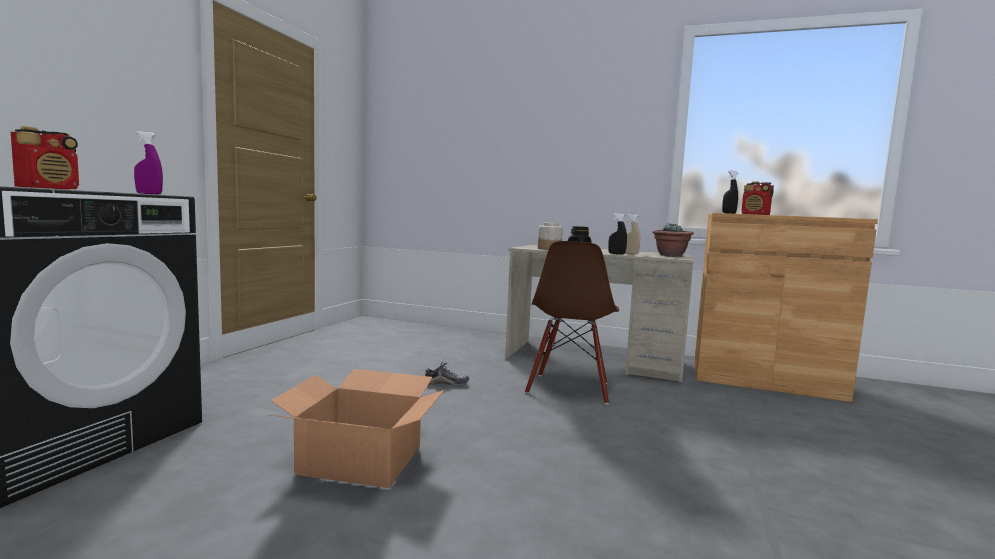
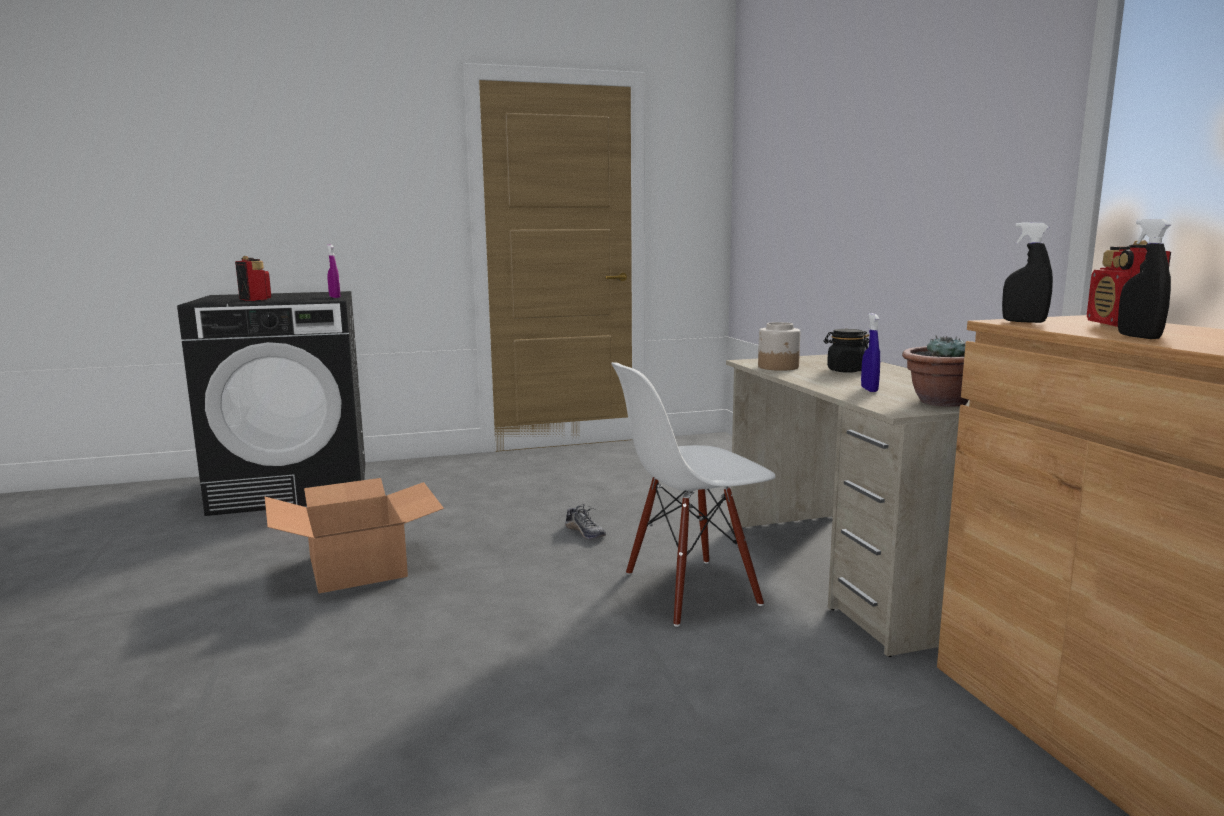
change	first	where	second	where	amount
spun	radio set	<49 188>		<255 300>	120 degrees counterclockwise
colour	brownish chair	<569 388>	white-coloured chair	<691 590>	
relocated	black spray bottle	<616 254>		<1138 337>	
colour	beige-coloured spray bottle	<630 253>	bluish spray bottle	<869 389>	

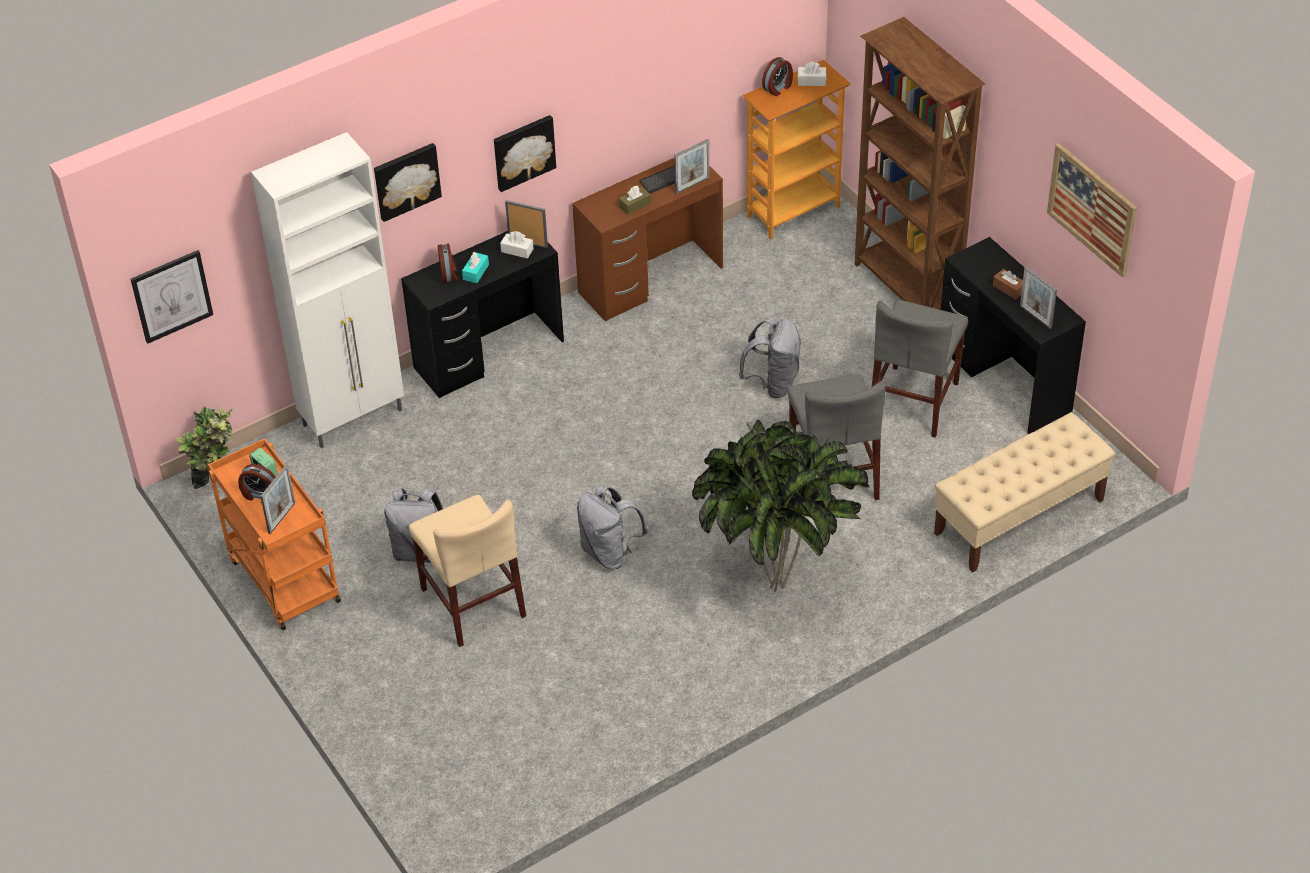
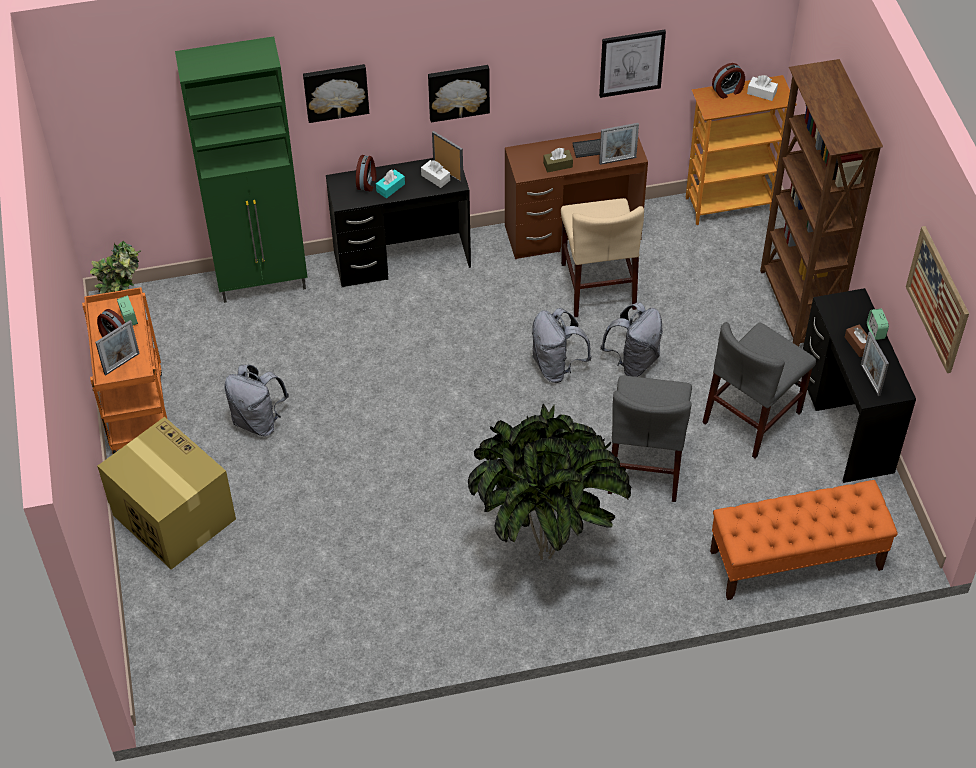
change	first	where	second	where	amount
relocated	wall art	<171 296>		<631 63>	
colour	white-coloured storage cabinet	<354 417>	greenish storage cabinet	<264 283>	
relocated	beige-coloured chair	<472 602>		<598 286>	
relocated	gray backpack	<609 552>		<557 367>	
colour	beige-coloured indoor bench	<1018 517>	orange-coloured indoor bench	<795 560>	
appeared			packing box	<172 516>	
appeared			bedside clock	<875 331>	

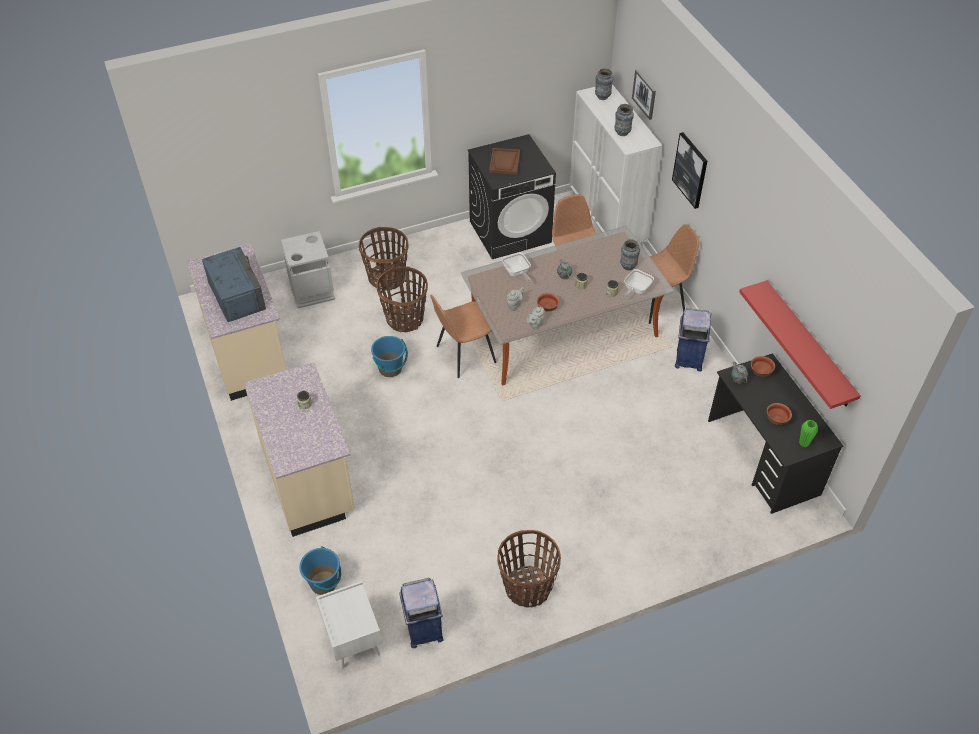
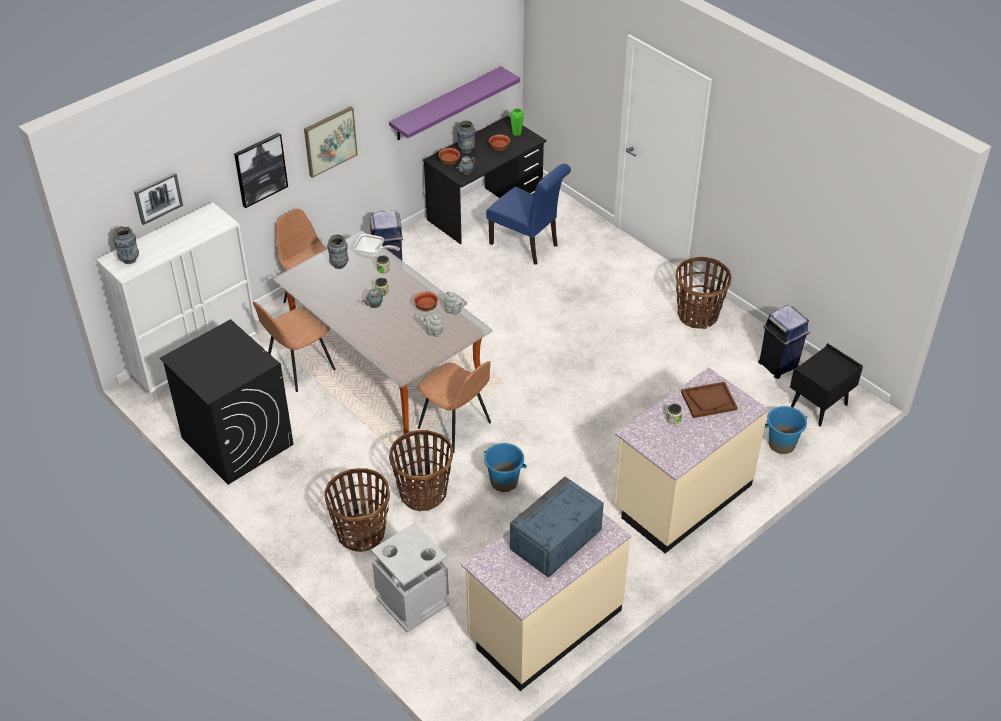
change	first	where	second	where	amount
colour	white-coloured bedside table	<352 641>	black bedside table	<819 406>	
relocated	brownish carrying tray	<504 162>		<708 401>	
missing	frying pan	<517 273>			
relocated	decorative vase	<622 133>		<466 150>	
colour	reddish bracket shelf	<808 344>	purplish bracket shelf	<446 104>	
appeared			wall art	<330 141>	
appeared			bluish chair	<527 246>	

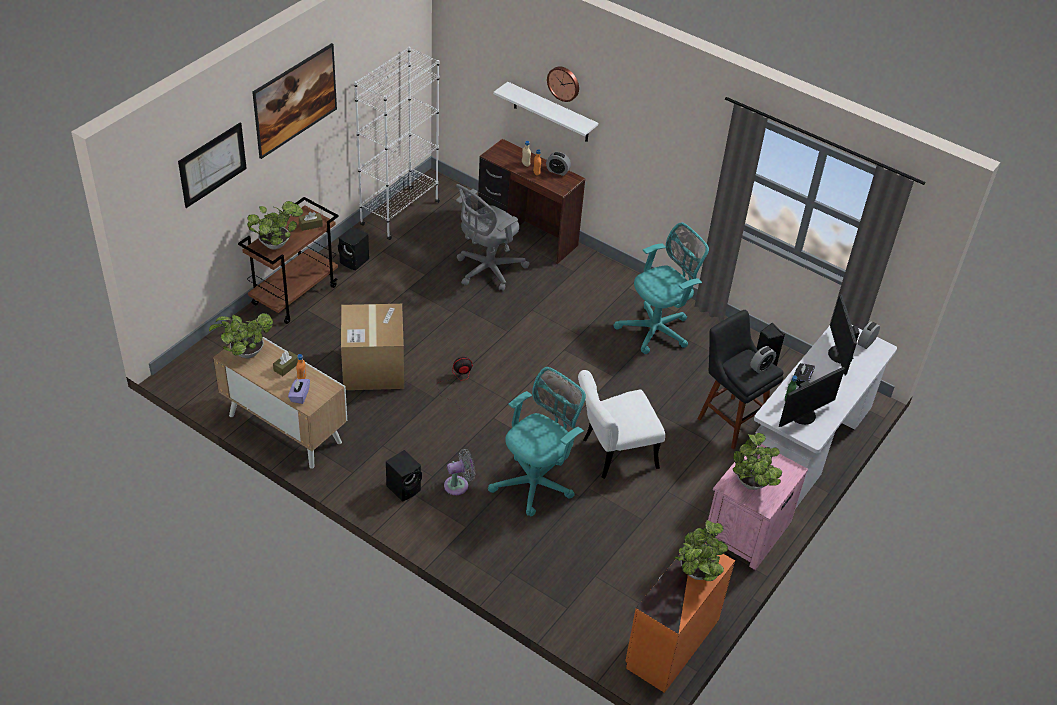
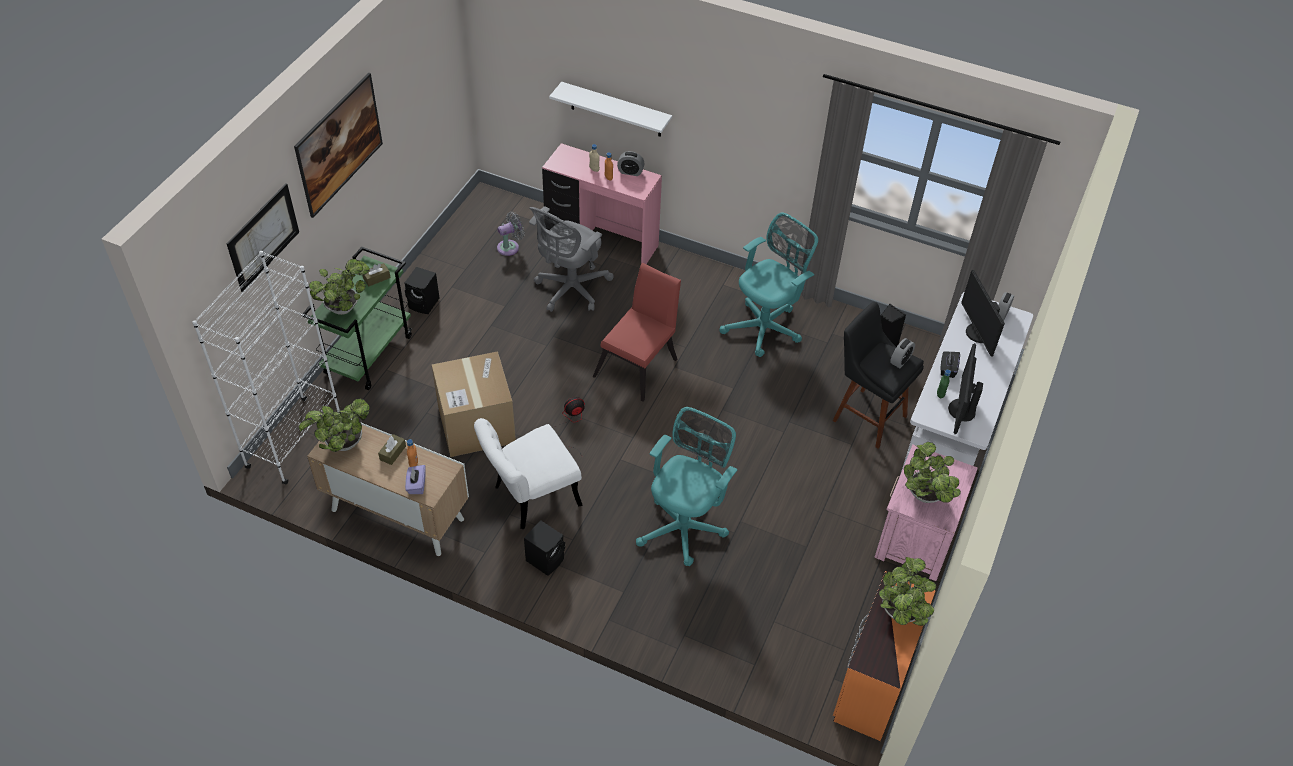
change	first	where	second	where	amount
colour	brownish cart	<295 294>	greenish cart	<368 354>	
relocated	white-coloured shelving unit	<399 213>		<294 440>	
relocated	gray electric fan	<459 485>		<510 247>	
colour	brownish desk	<527 235>	pinkish desk	<601 242>	
missing	wall clock	<564 83>			
relocated	white-coloured chair	<613 453>		<529 497>	
spun	monitor	<803 415>		<960 409>	150 degrees clockwise
appeared			reddish chair	<639 364>	

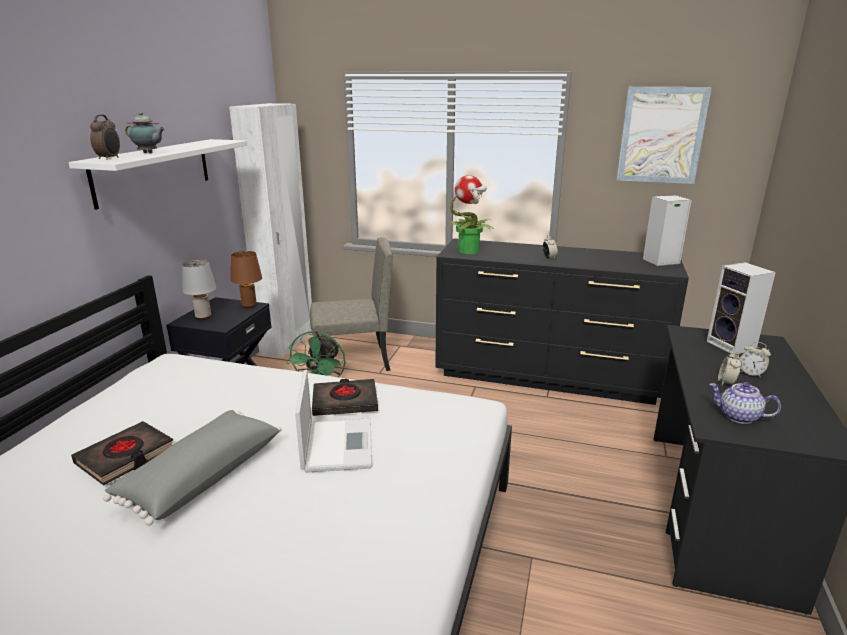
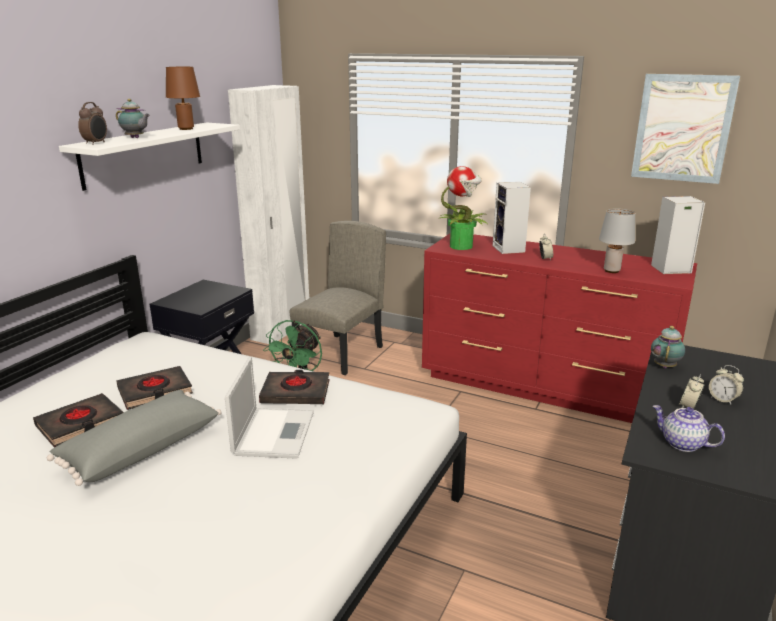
change	first	where	second	where	amount
relocated	gray tabletop lamp	<203 317>		<612 270>	
relocated	brownish tabletop lamp	<249 305>		<186 129>	
spun	beige-coloured chair	<352 361>		<341 354>	60 degrees counterclockwise
colour	black drawer chest	<548 376>	reddish drawer chest	<544 387>	
relocated	speaker	<733 346>		<509 249>	
appeared			black bound book	<155 392>	
appeared			pot for tea	<665 366>	

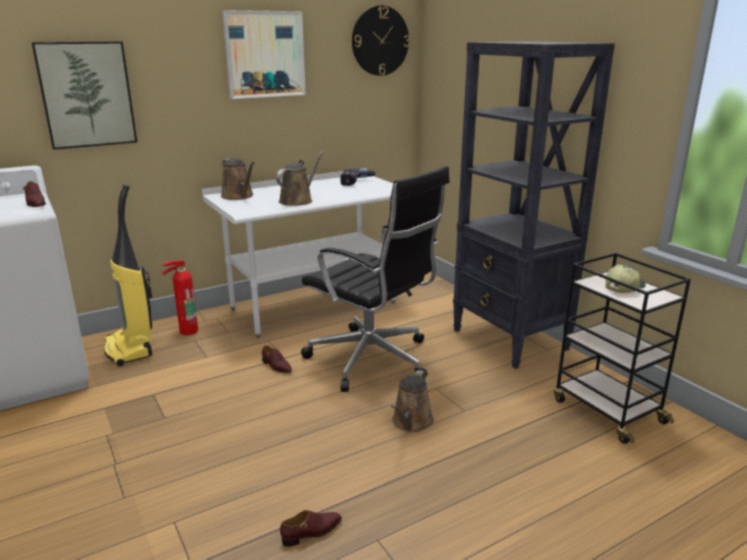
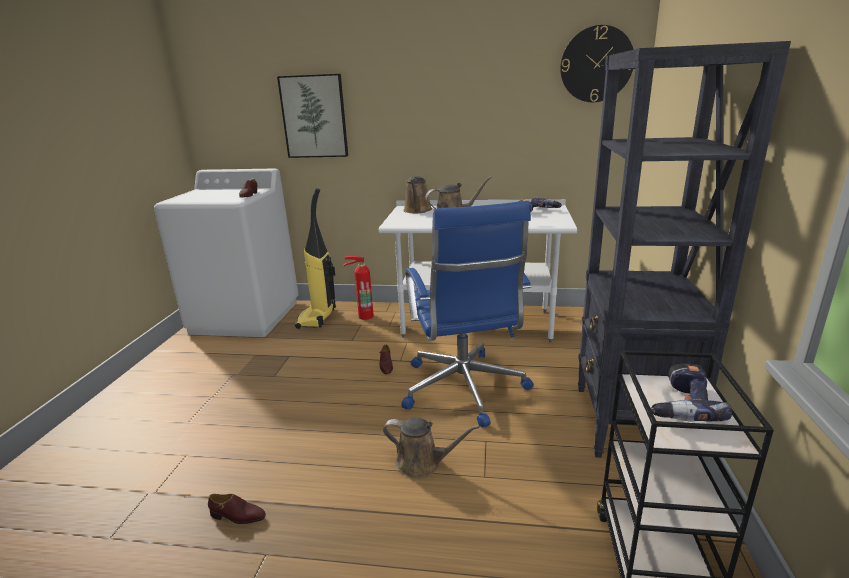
change	first	where	second	where	amount
missing	wall art	<264 54>			
colour	black office chair	<373 360>	bluish office chair	<464 390>	
spun	brownish sprinkling can	<411 422>		<422 463>	135 degrees counterclockwise
exchanged	cap	<623 287>	electric drill	<680 404>	

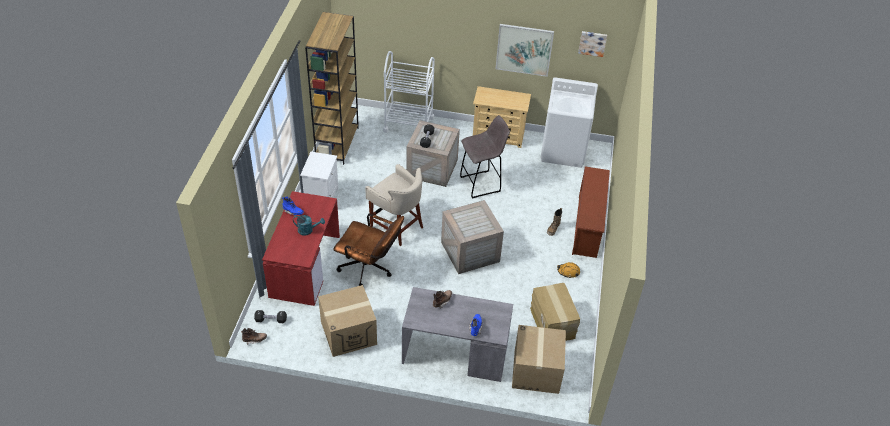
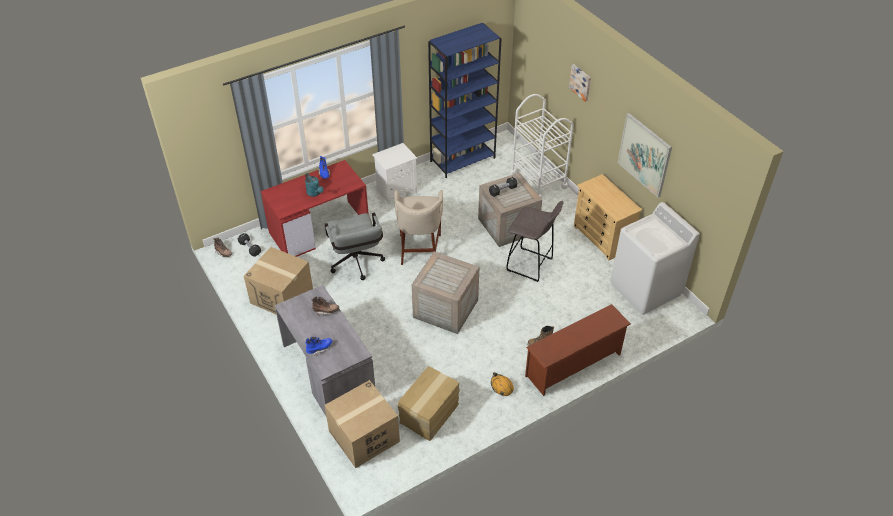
change	first	where	second	where	amount
colour	brownish shelving unit	<337 143>	bluish shelving unit	<463 159>	
colour	brownish office chair	<370 269>	gray office chair	<357 265>	
relocated	wall art	<592 43>		<581 82>	

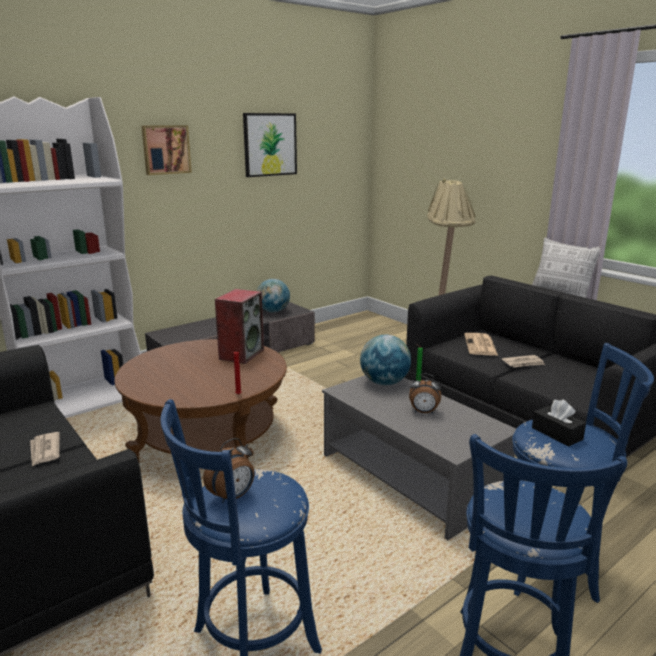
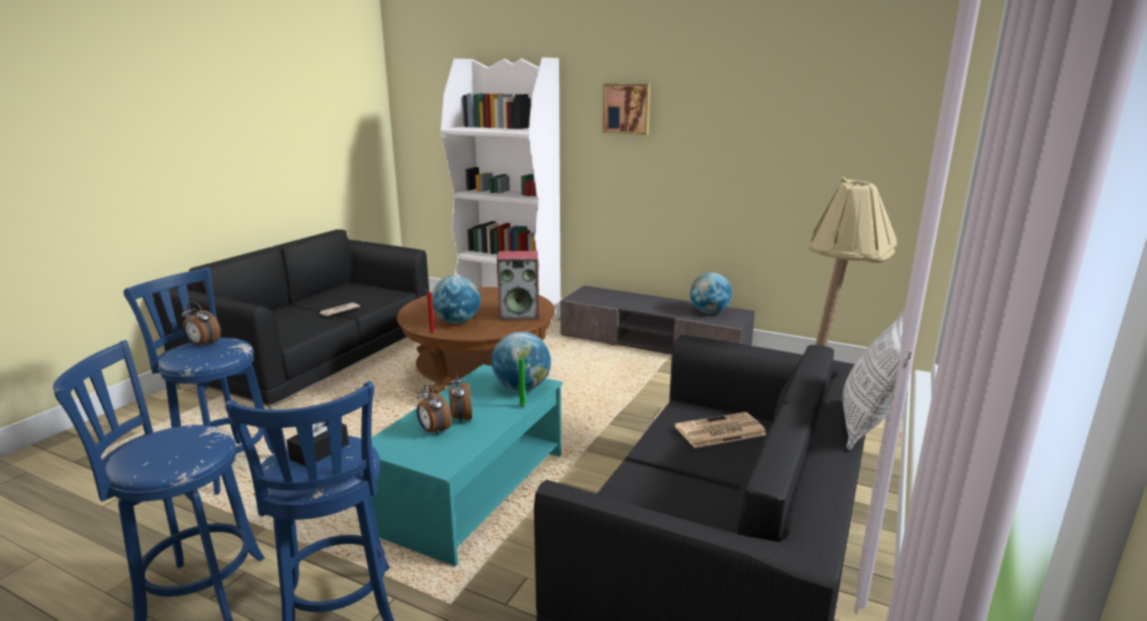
change	first	where	second	where	amount
missing	wall art	<270 144>			
colour	gray low table	<411 478>	turquoise-coloured low table	<471 492>	
missing	printed paper	<523 363>			
appeared			bedside clock	<433 431>	
appeared			world globe	<457 322>	

